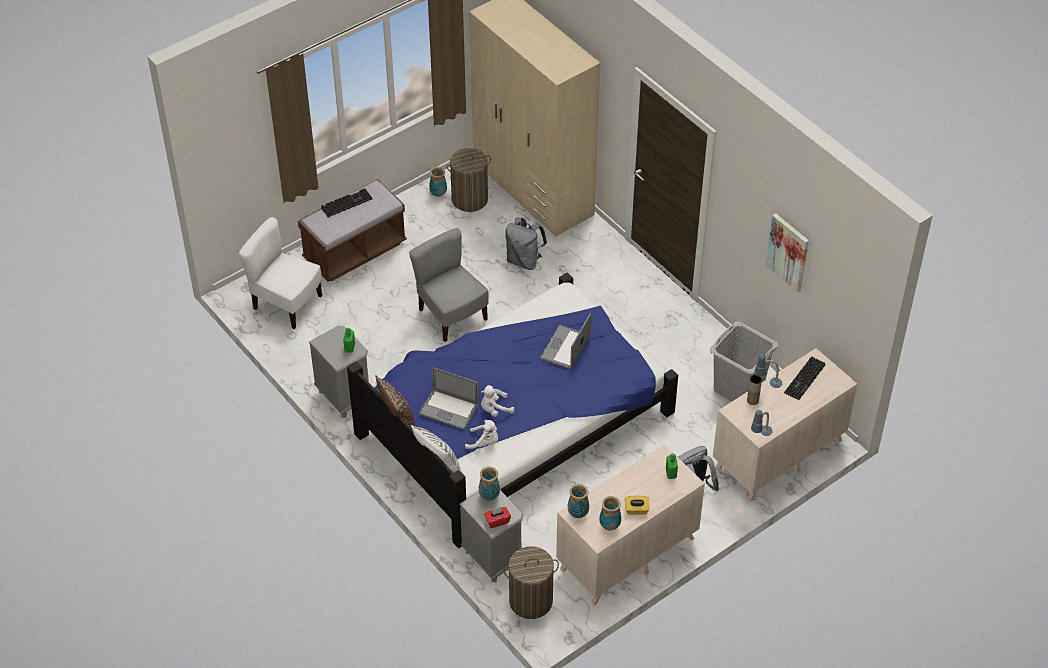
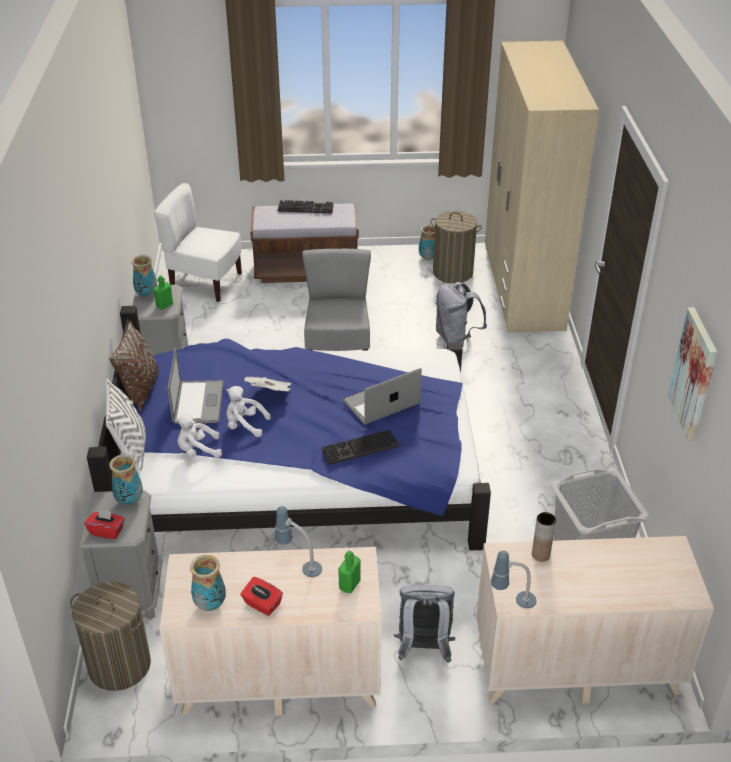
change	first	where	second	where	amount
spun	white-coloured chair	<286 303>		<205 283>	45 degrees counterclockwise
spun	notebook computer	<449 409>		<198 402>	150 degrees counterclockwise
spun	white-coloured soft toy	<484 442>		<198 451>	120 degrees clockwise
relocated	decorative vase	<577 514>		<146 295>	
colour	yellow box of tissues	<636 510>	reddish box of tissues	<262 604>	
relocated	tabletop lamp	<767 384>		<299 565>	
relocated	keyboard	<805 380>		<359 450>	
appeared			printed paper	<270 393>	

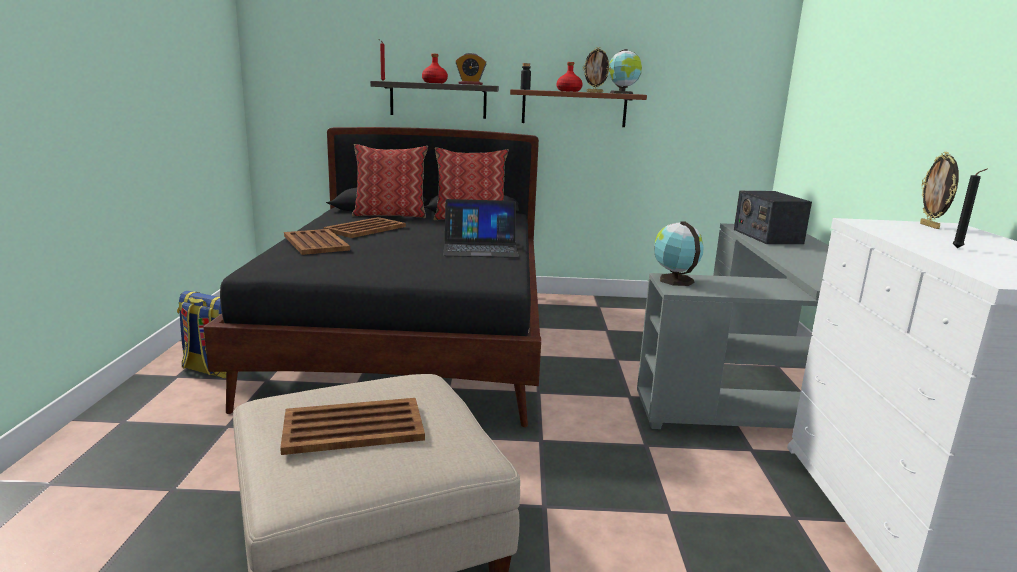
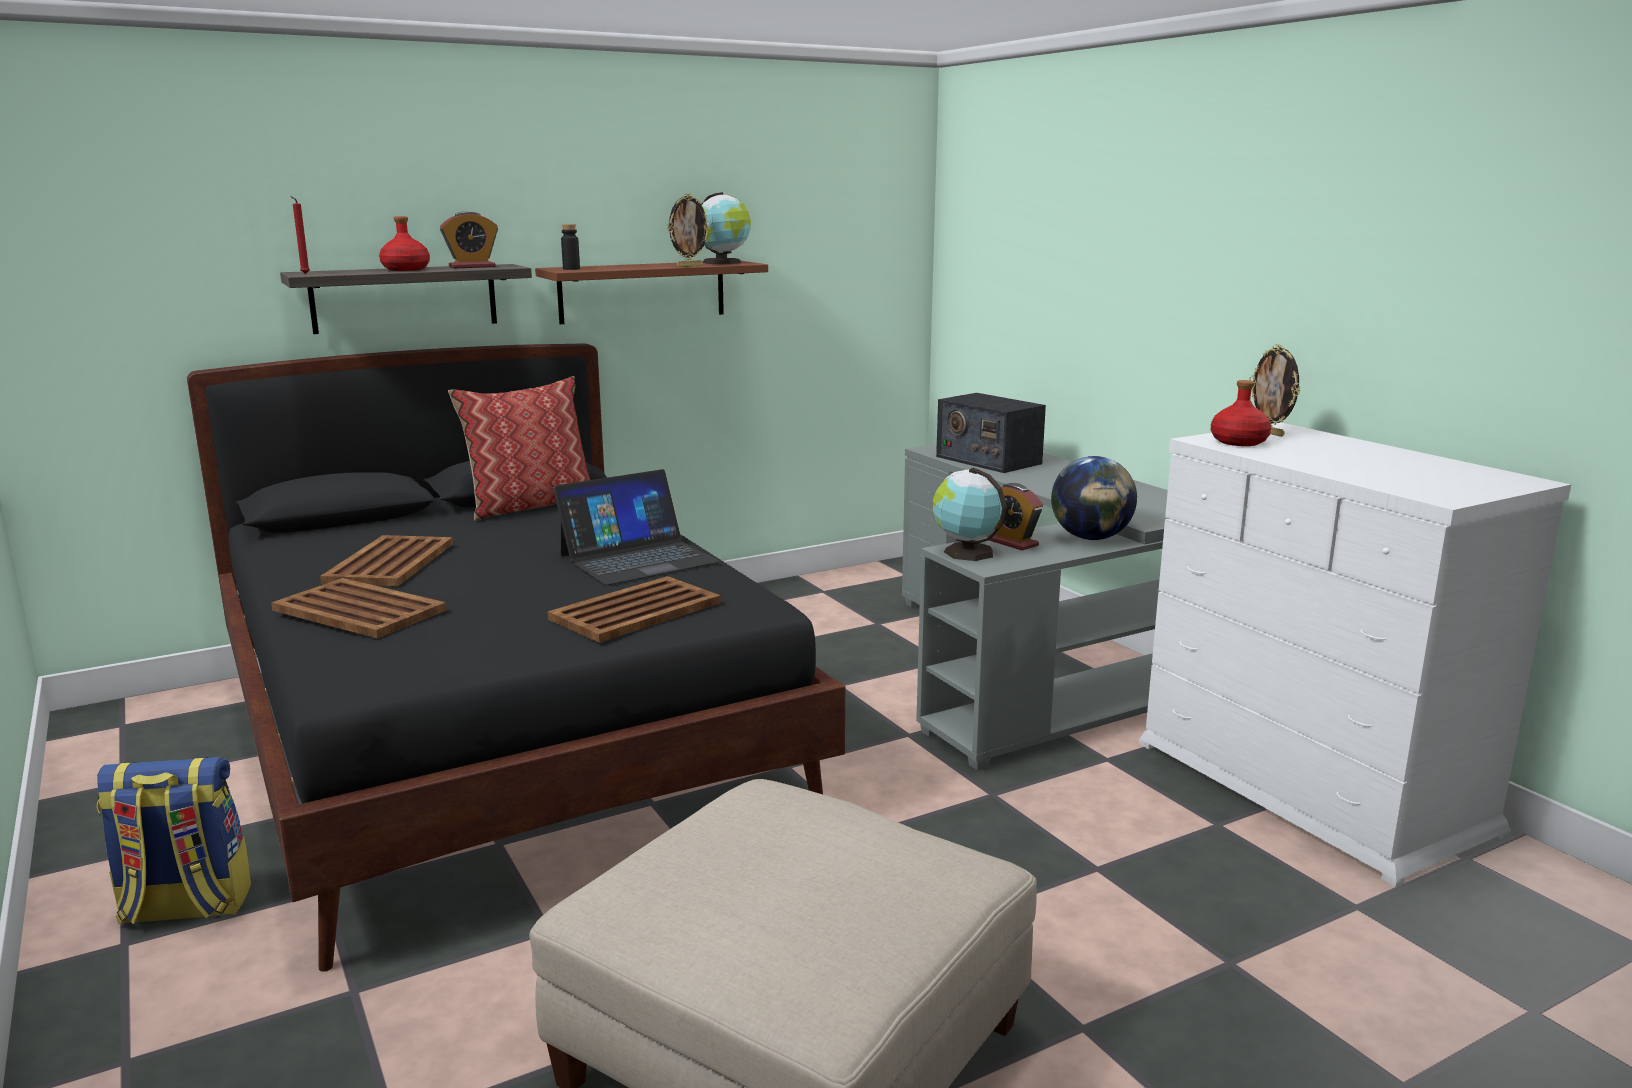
change	first	where	second	where	amount
relocated	brownish carrying tray	<355 427>		<637 610>	
missing	pillow	<390 215>			
relocated	reddish bottle	<569 91>		<1238 442>	
missing	black candle	<959 248>			
appeared			bedside clock	<1012 543>	
appeared			world globe	<1091 538>	

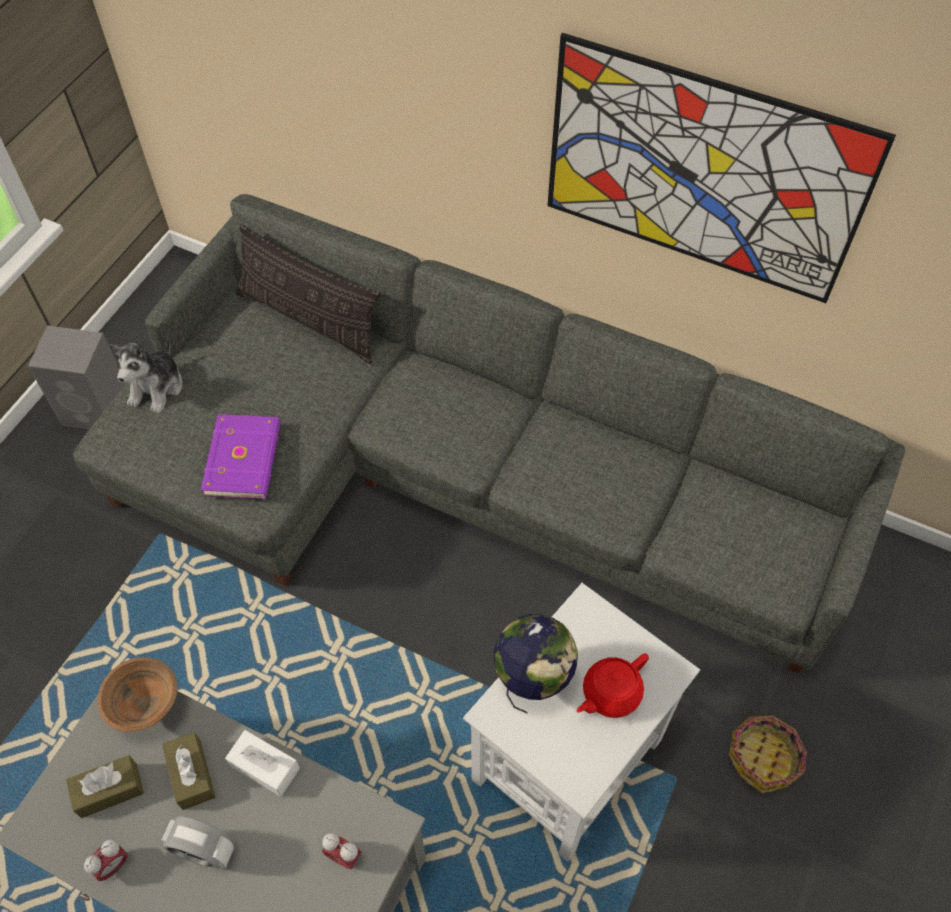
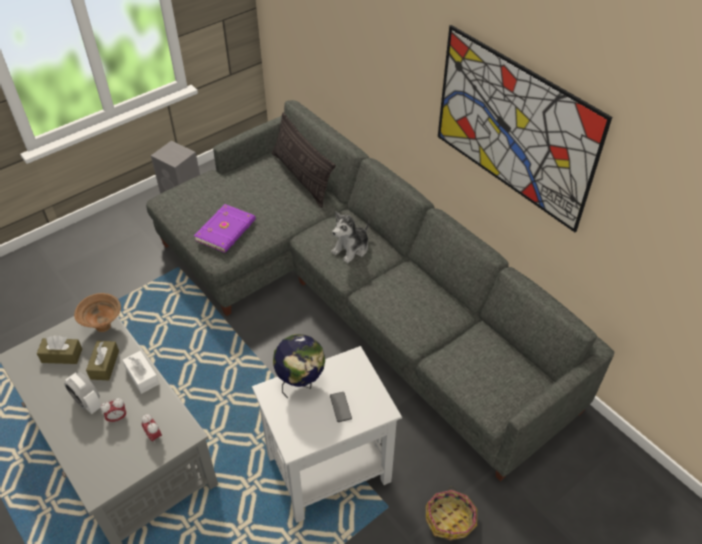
change	first	where	second	where	amount
relocated	bedside clock	<113 865>		<117 418>	
relocated	soft toy	<157 388>		<351 248>	
exchanged	reddish pot for tea	<610 693>	phone	<340 407>	

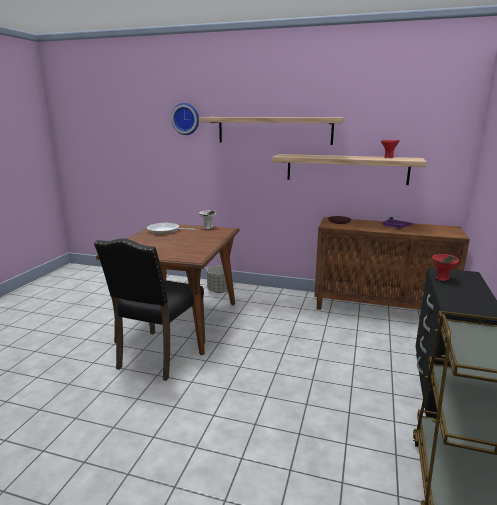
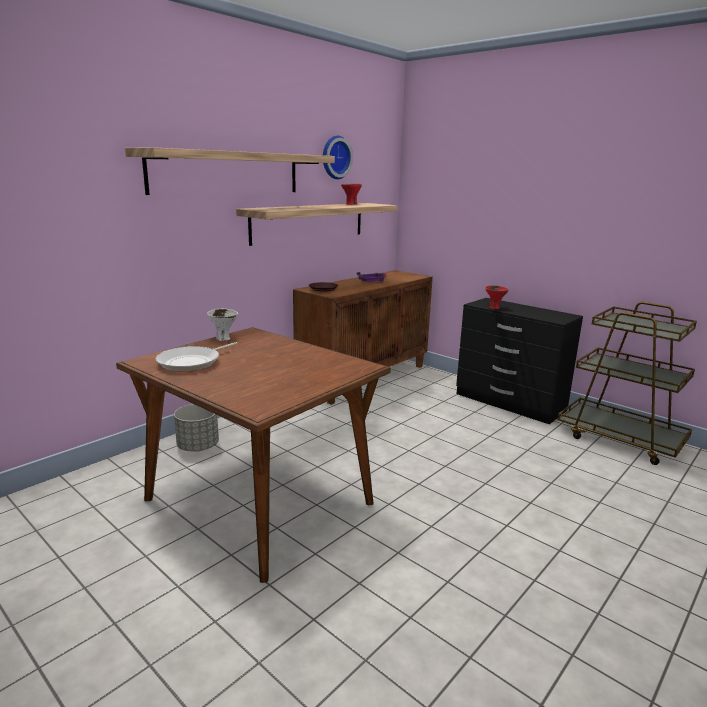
change	first	where	second	where	amount
missing	black chair	<159 355>			
relocated	wall clock	<186 119>		<334 157>	

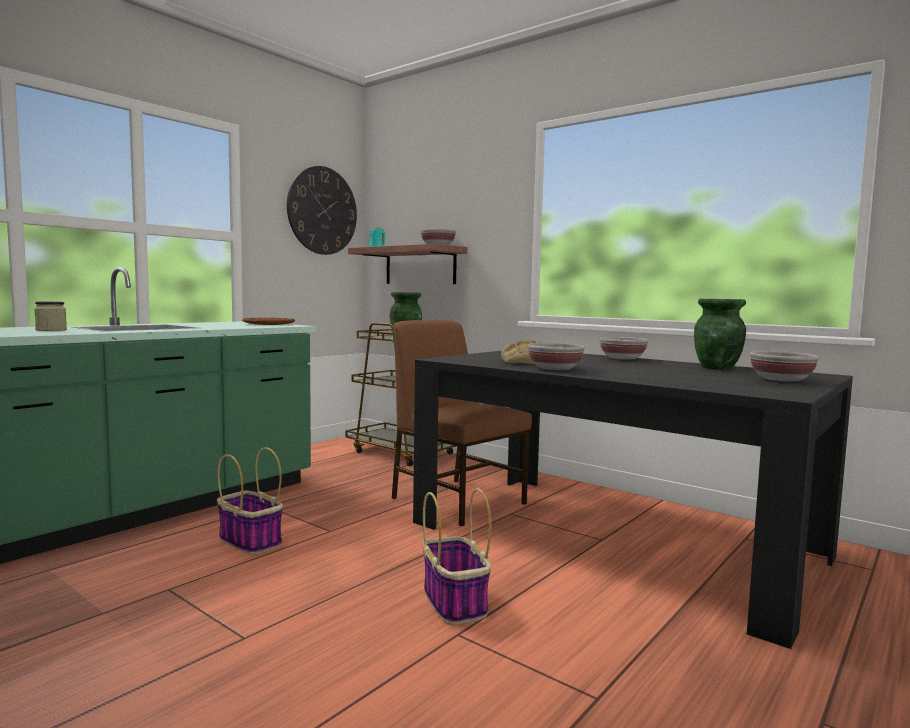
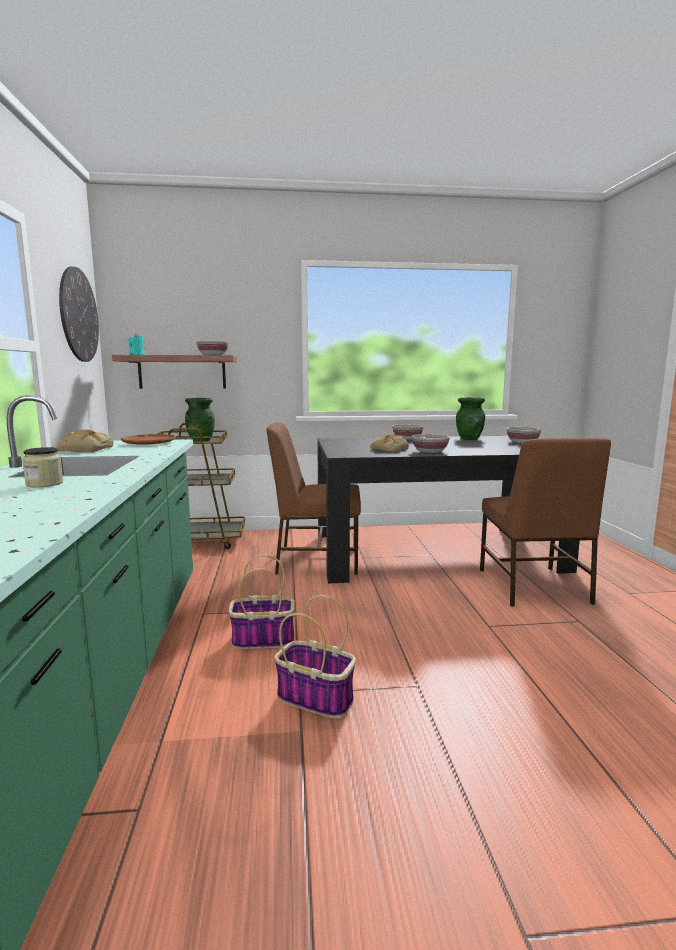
change	first	where	second	where	amount
relocated	storage basket	<455 602>		<317 698>	
appeared			bread	<84 449>	
appeared			brownish chair	<532 586>	

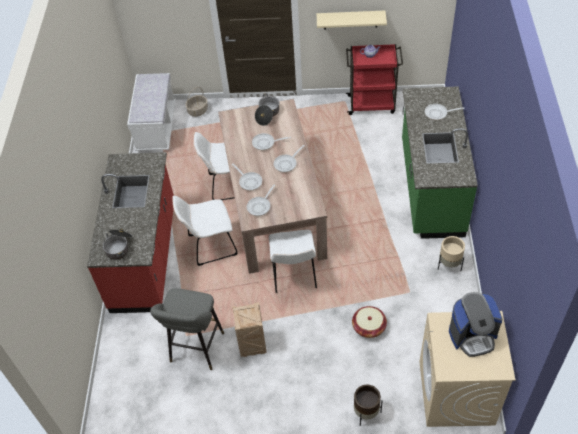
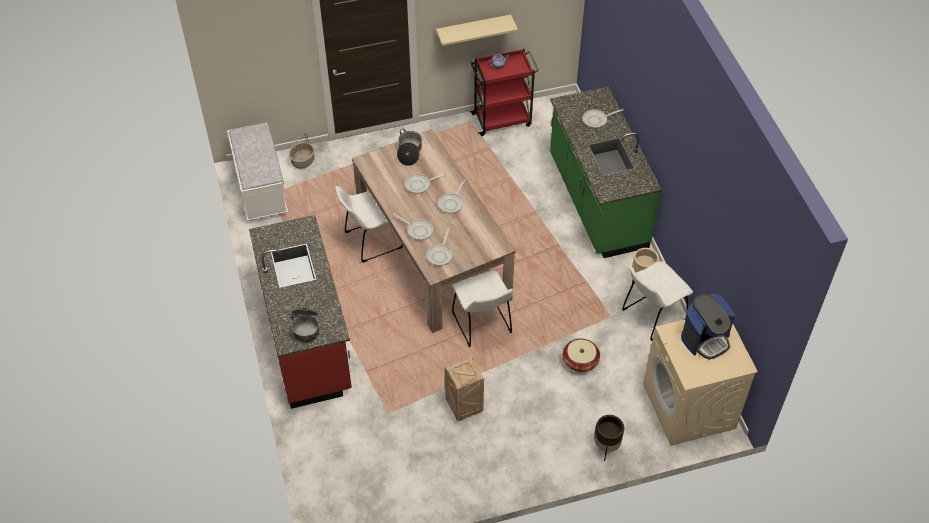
change	first	where	second	where	amount
missing	gray stool	<196 350>			
relocated	white-coloured chair	<209 246>		<651 316>	

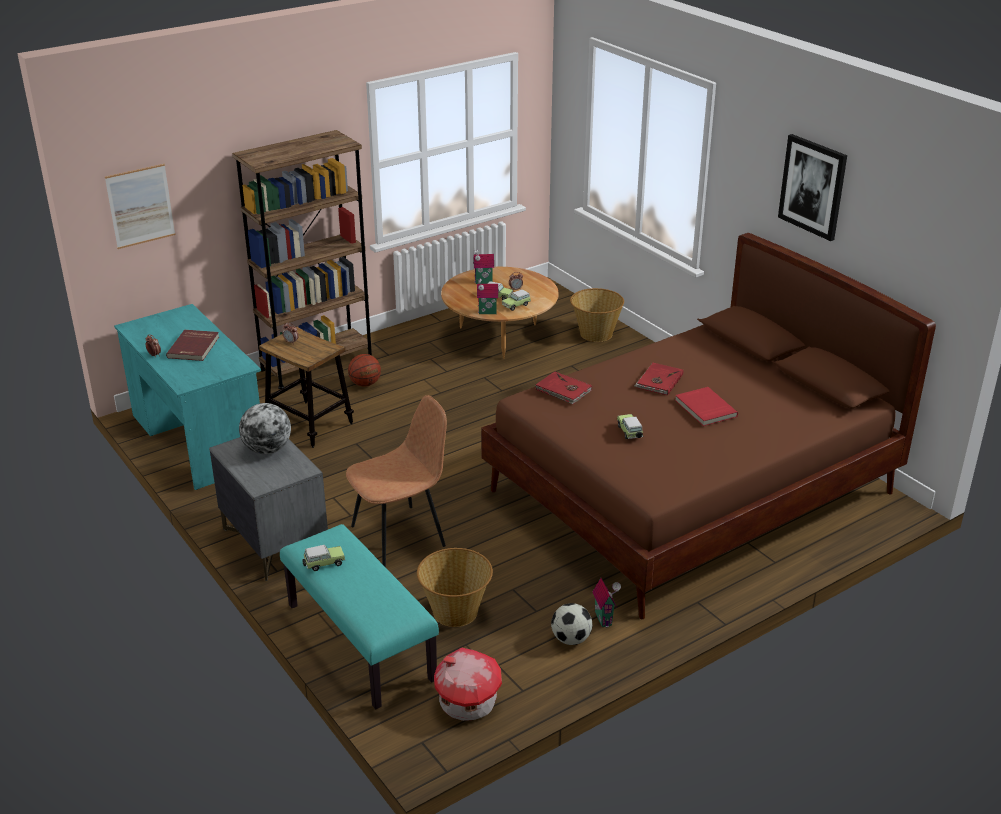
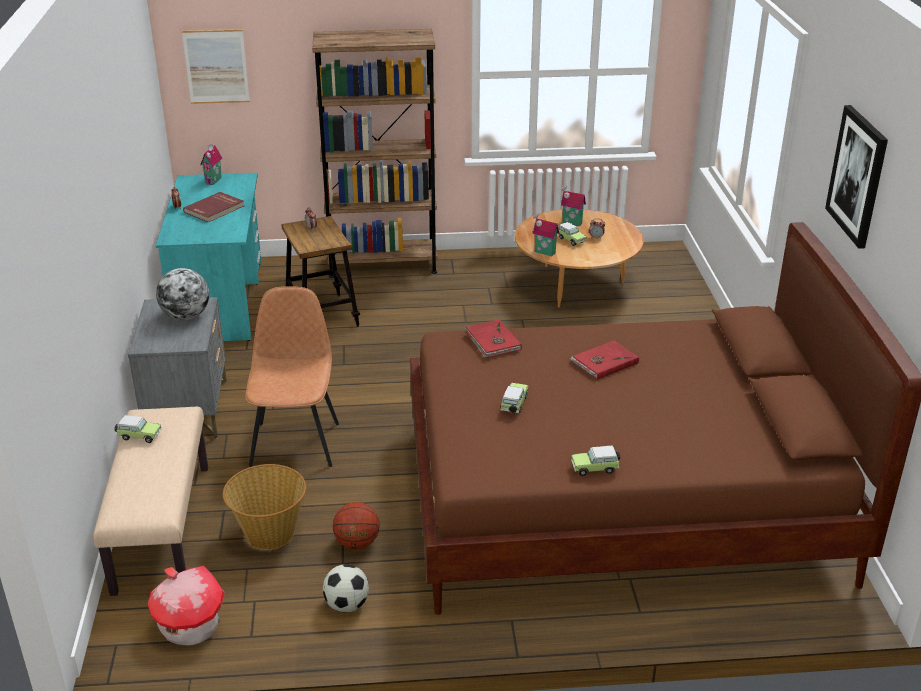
change	first	where	second	where	amount
colour	turquoise-coloured indoor bench	<358 642>	beige-coloured indoor bench	<161 527>	
spun	brownish chair	<400 535>		<295 443>	90 degrees counterclockwise
relocated	basketball	<365 384>		<357 543>	
relocated	model car	<517 305>		<596 468>	
missing	storage basket	<595 334>			
relocated	miniature house	<605 618>		<214 181>	
missing	reddish bound book	<704 409>			

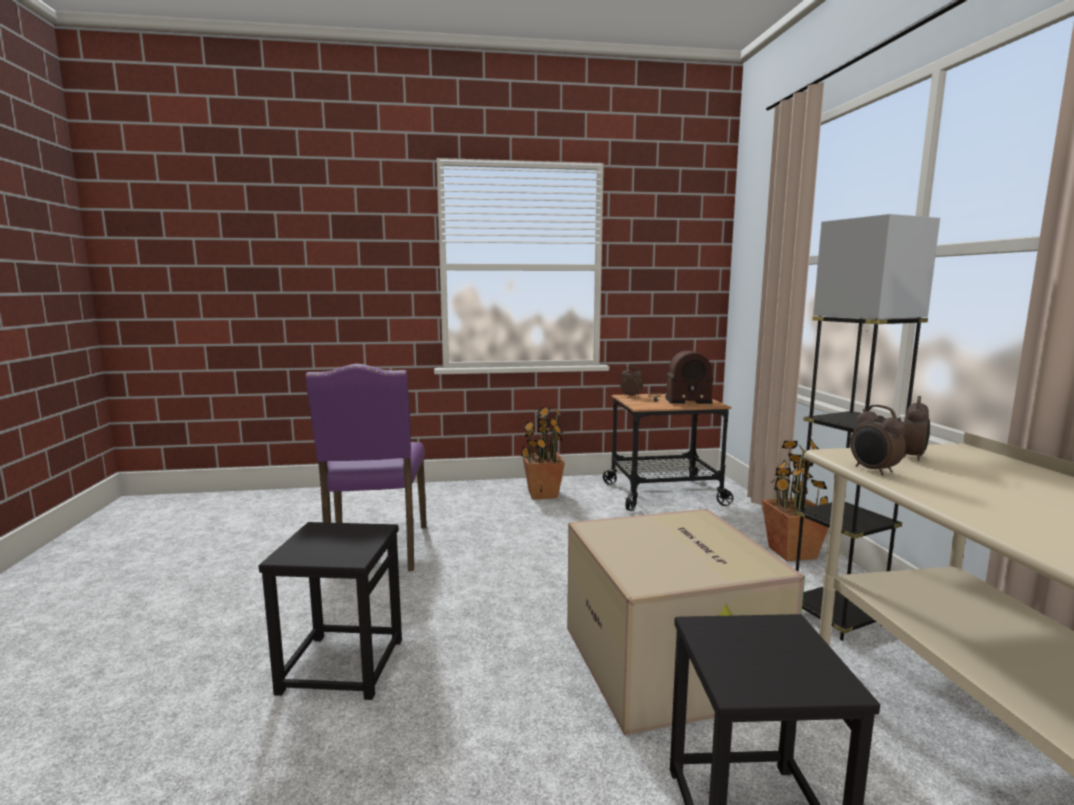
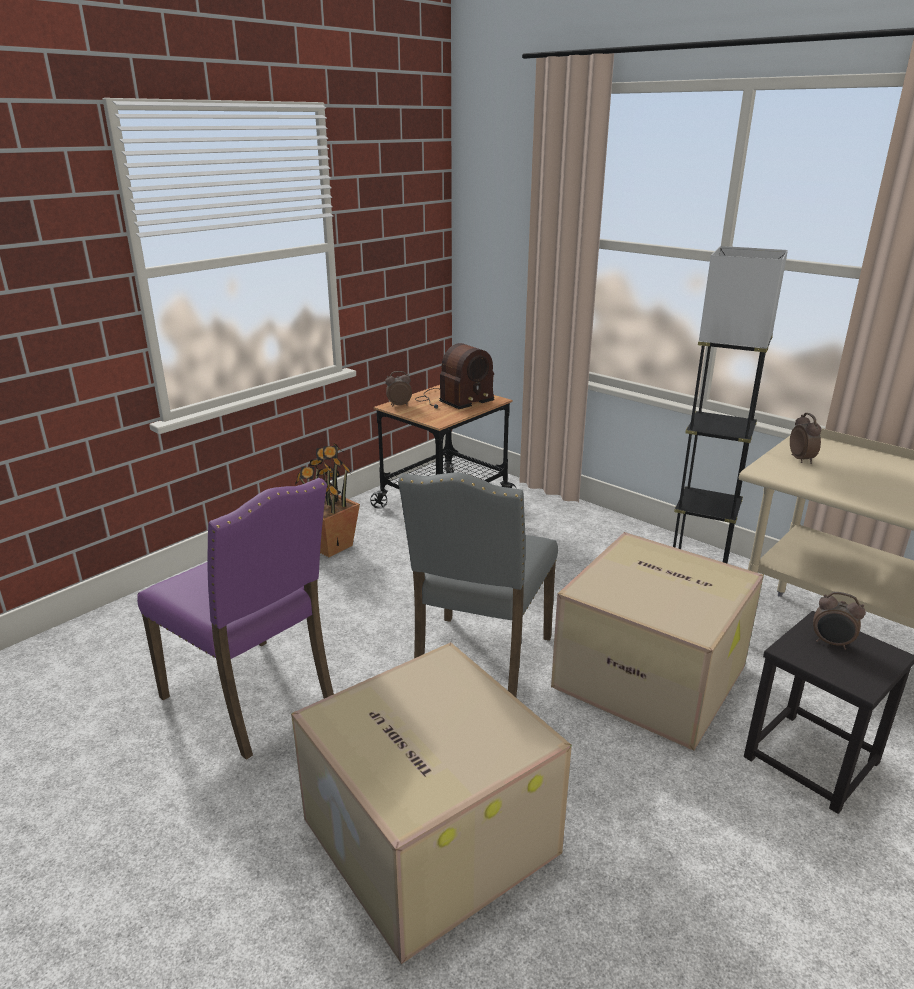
change	first	where	second	where	amount
exchanged	black stool	<341 665>	packing box	<425 835>	
missing	plant in a pot	<791 553>			
relocated	bedside clock	<873 471>		<831 643>	
appeared			gray chair	<479 665>	

